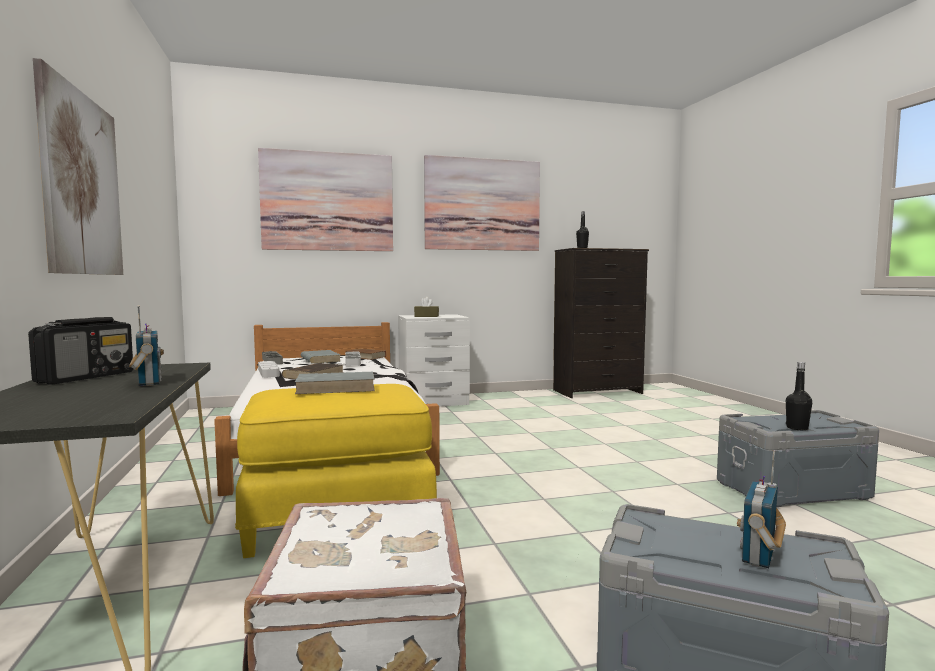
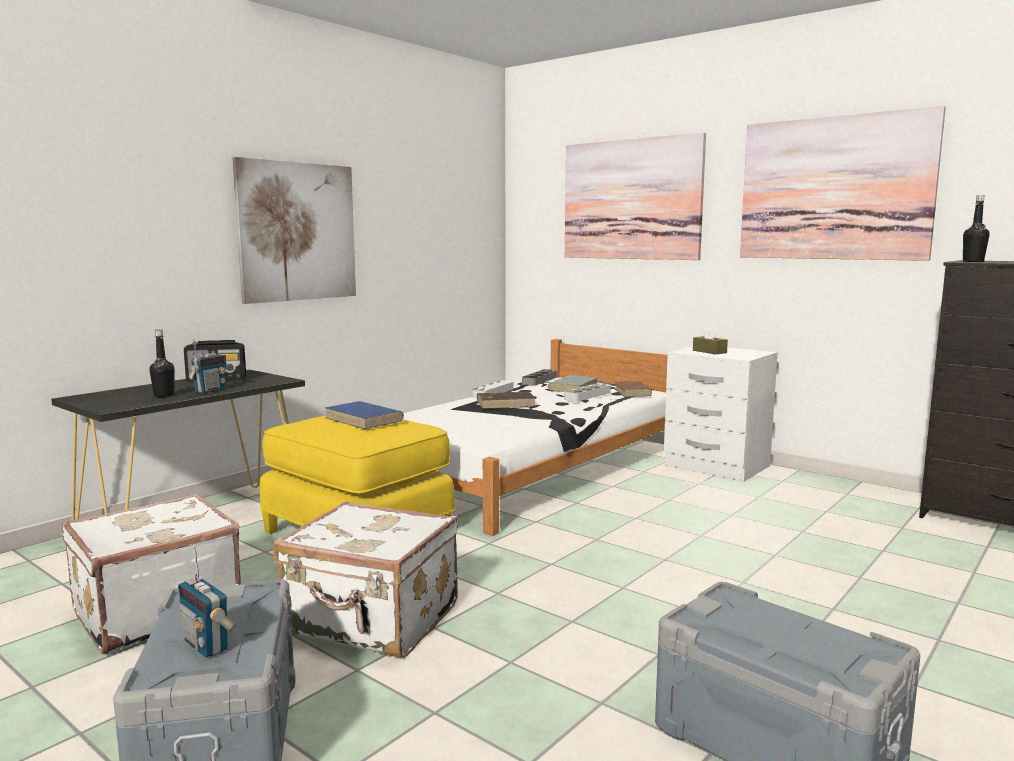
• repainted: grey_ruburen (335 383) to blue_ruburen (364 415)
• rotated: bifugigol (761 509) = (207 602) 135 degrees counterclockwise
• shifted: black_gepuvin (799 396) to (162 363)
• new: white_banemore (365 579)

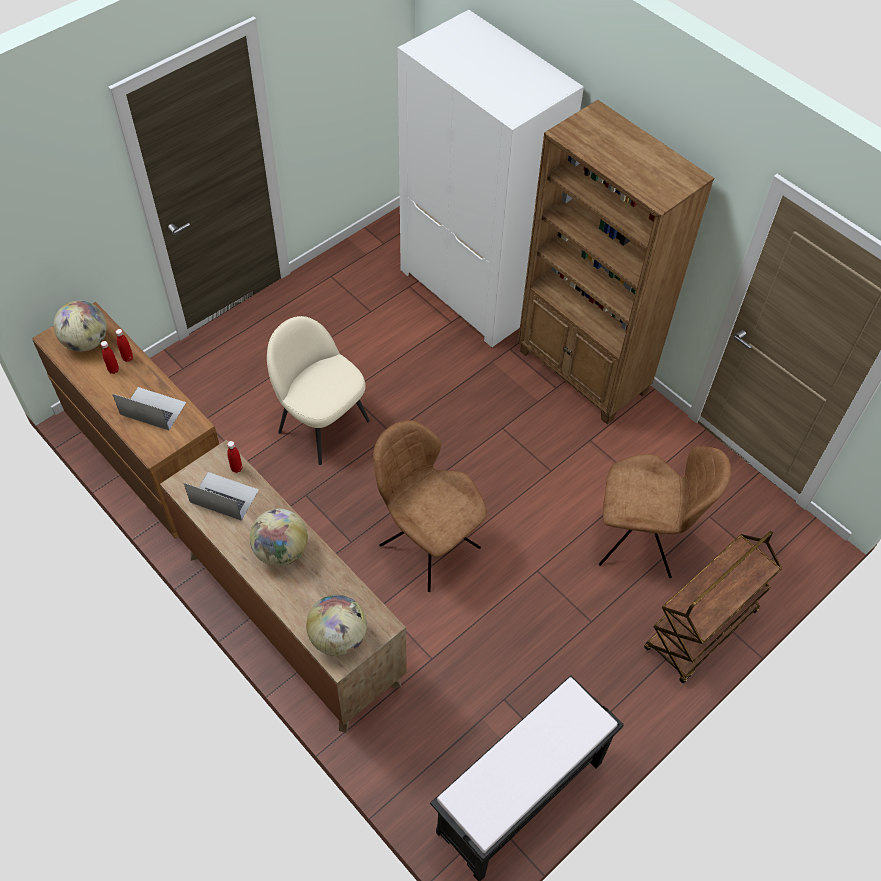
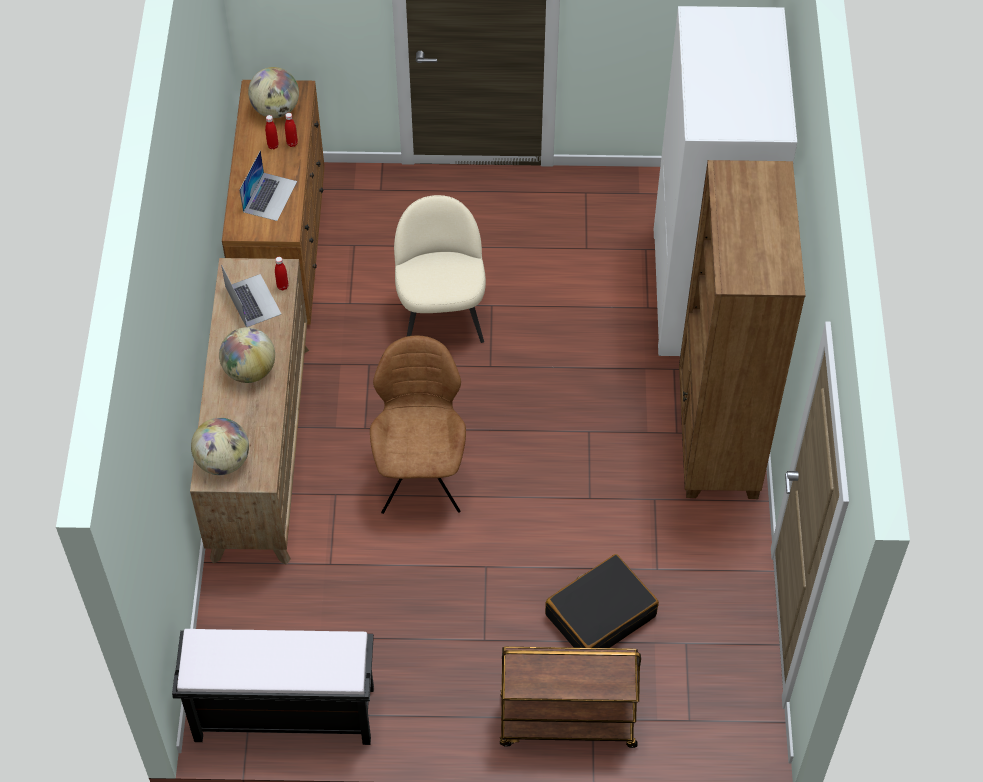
• rotated: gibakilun (149 408) = (268 185) 45 degrees clockwise
• swapped: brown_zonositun (665 512) to black_banemore (602 601)

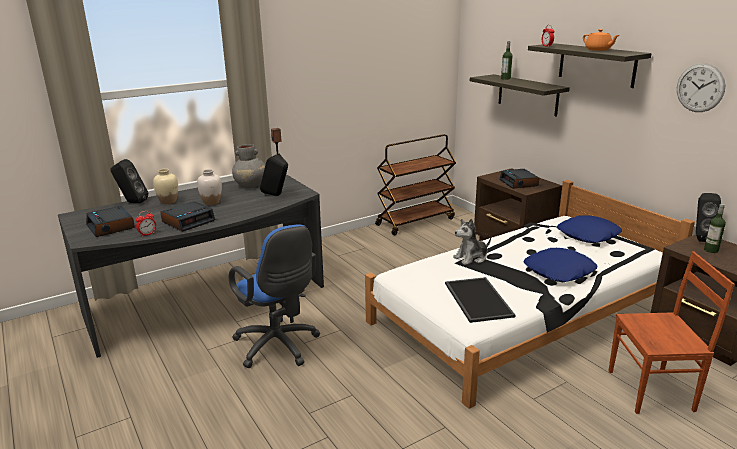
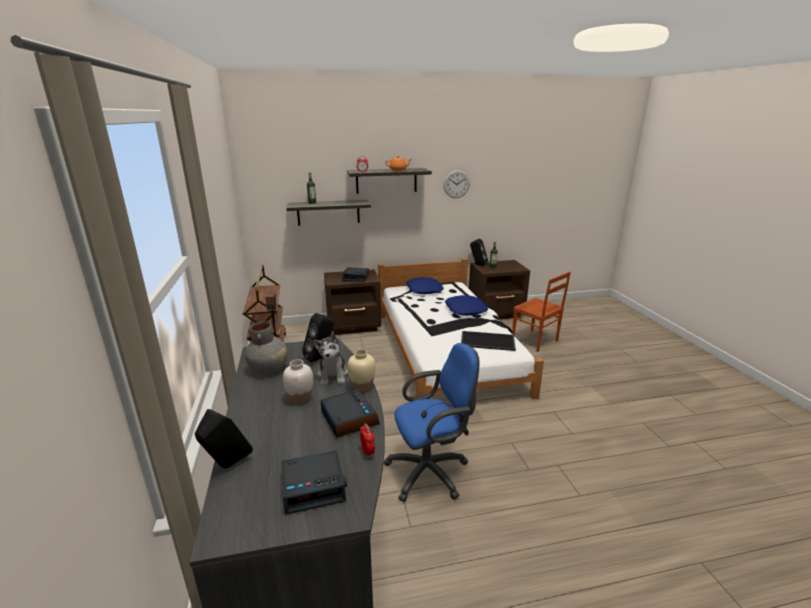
• shifted: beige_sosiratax (165 186) to (361 370)
• shifted: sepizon (472 242) to (330 359)
• rotated: brown_zonositun (671 332) = (541 312) 120 degrees clockwise

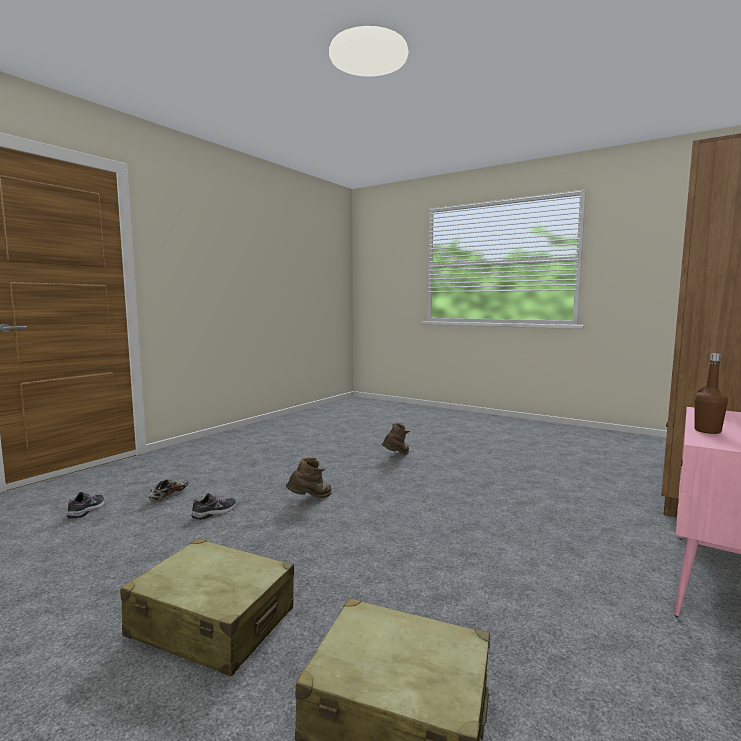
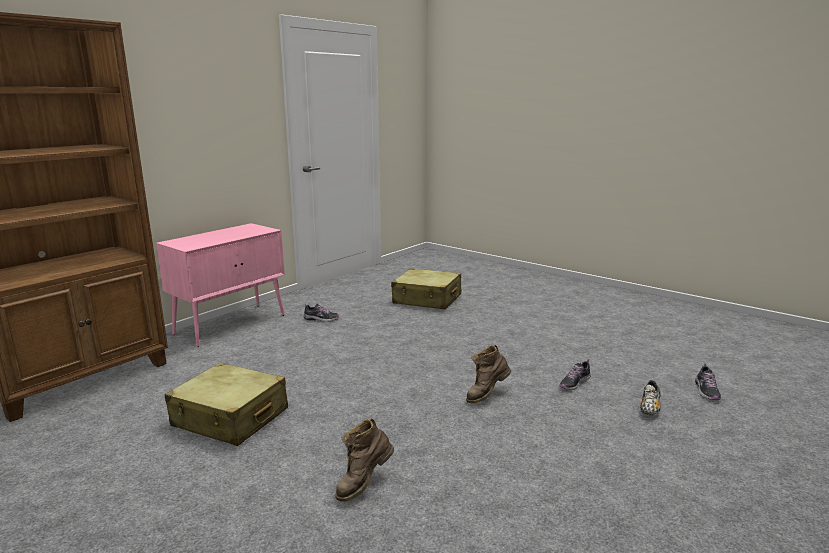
• shifted: beige_banemore (207 607) to (226 404)
• gone: brown_gepuvin (711 393)
• new: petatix (321 313)

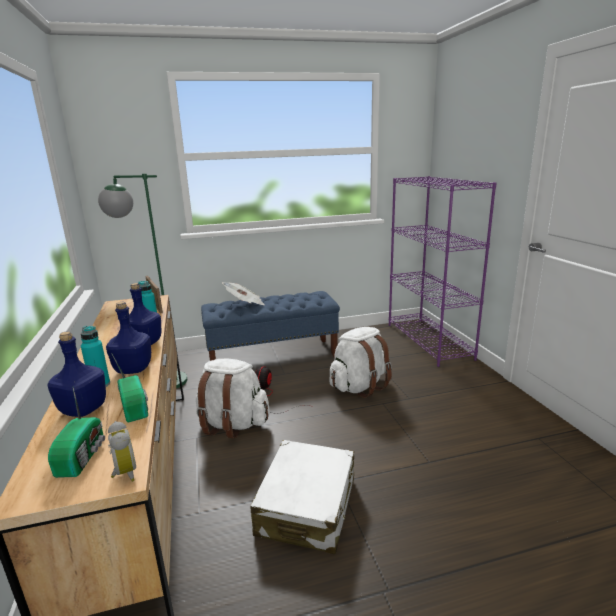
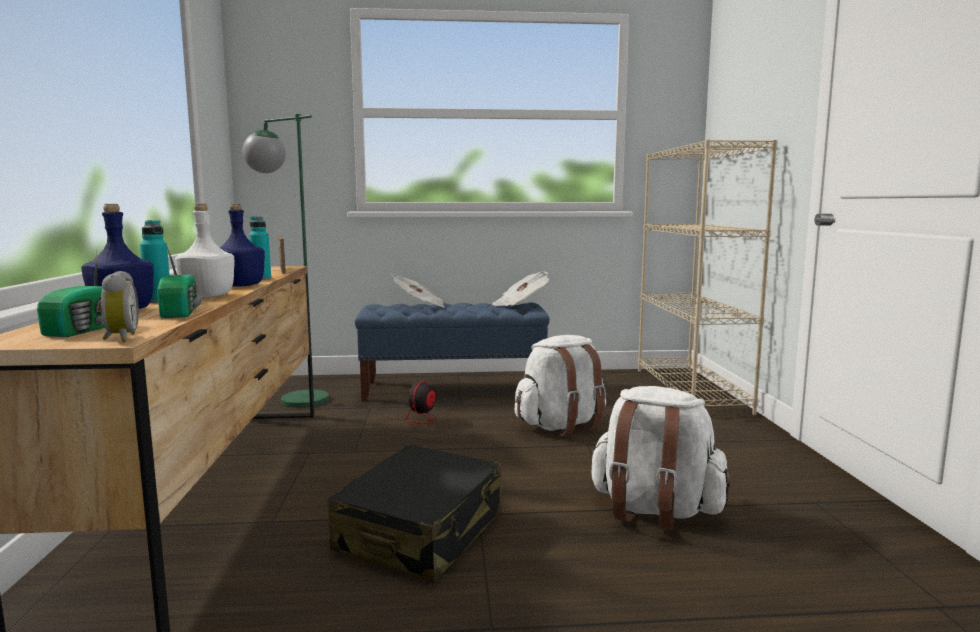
• repainted: blue_gepuvin (128 338) to white_gepuvin (205 250)
• shifted: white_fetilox (233 398) to (659 458)
• repainted: white_banemore (302 497) to black_banemore (414 514)
• repainted: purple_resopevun (443 271) to beige_resopevun (708 277)
• new: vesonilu (520 288)

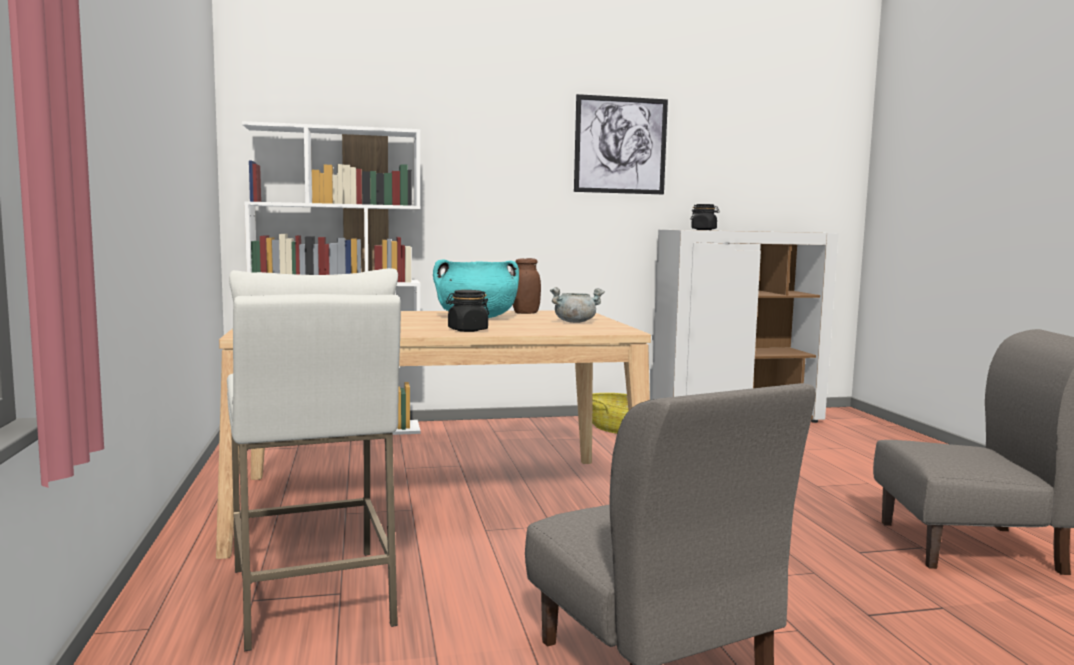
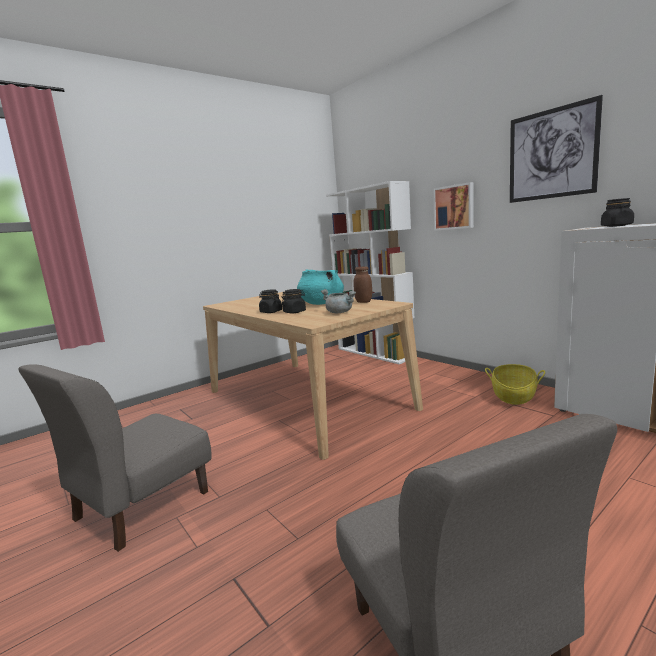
• gone: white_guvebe (314 459)
• new: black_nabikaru (294 301)
• new: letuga (453 206)

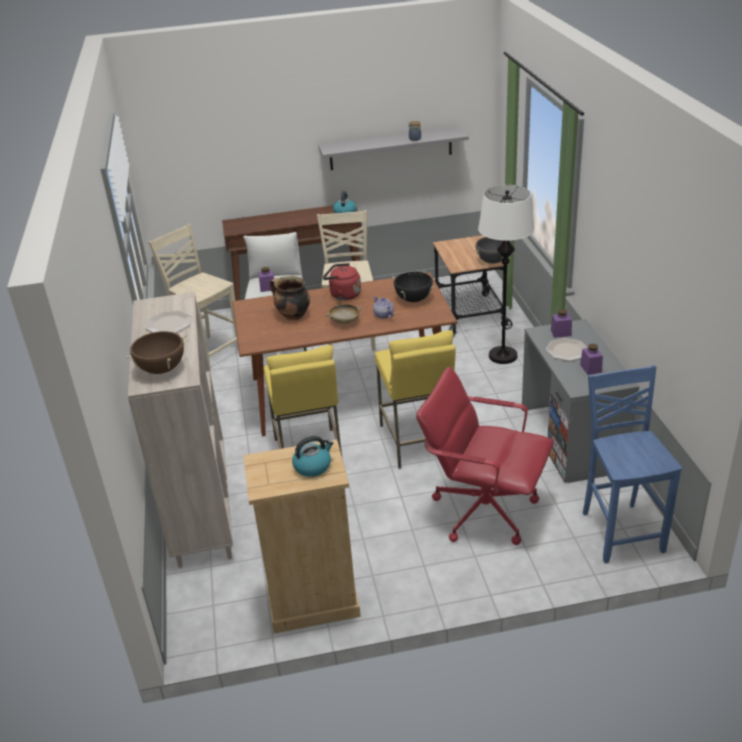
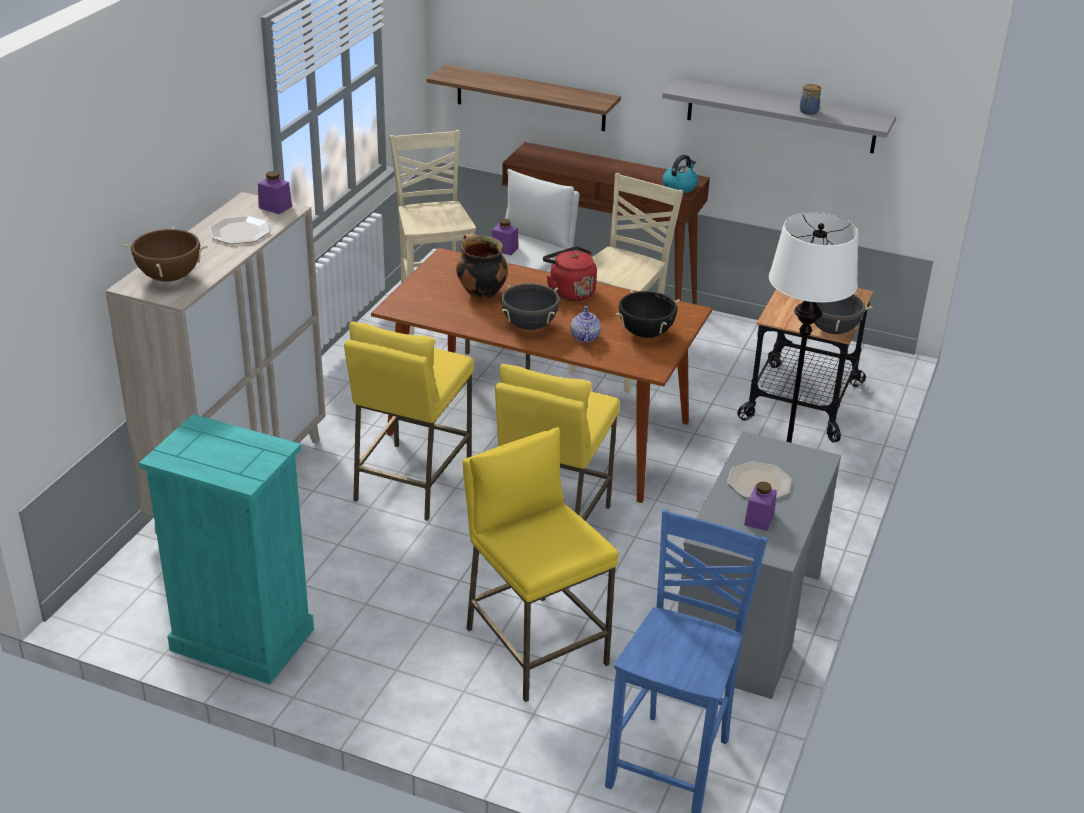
• repainted: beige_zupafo (302 536) to turquoise_zupafo (226 549)
• gone: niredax (312 456)
• swapped: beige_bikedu (344 314) to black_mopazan (530 307)
• swapped: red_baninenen (485 456) to yellow_guvebe (540 564)
• shifted: purple_nabikaru (561 323) to (275 192)
• new: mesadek (524 98)

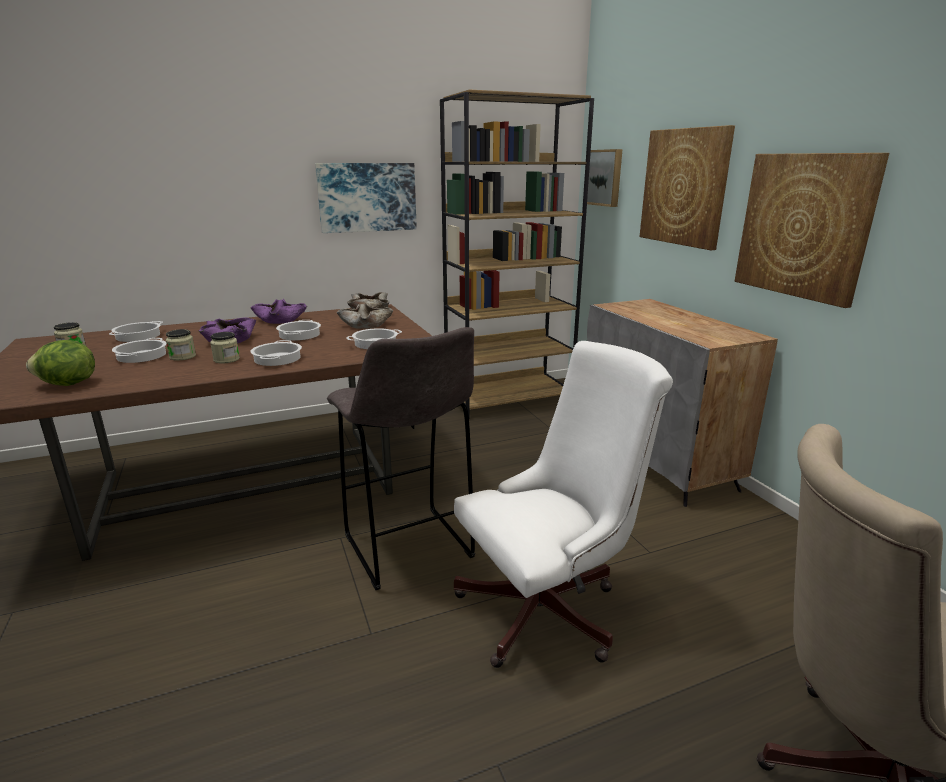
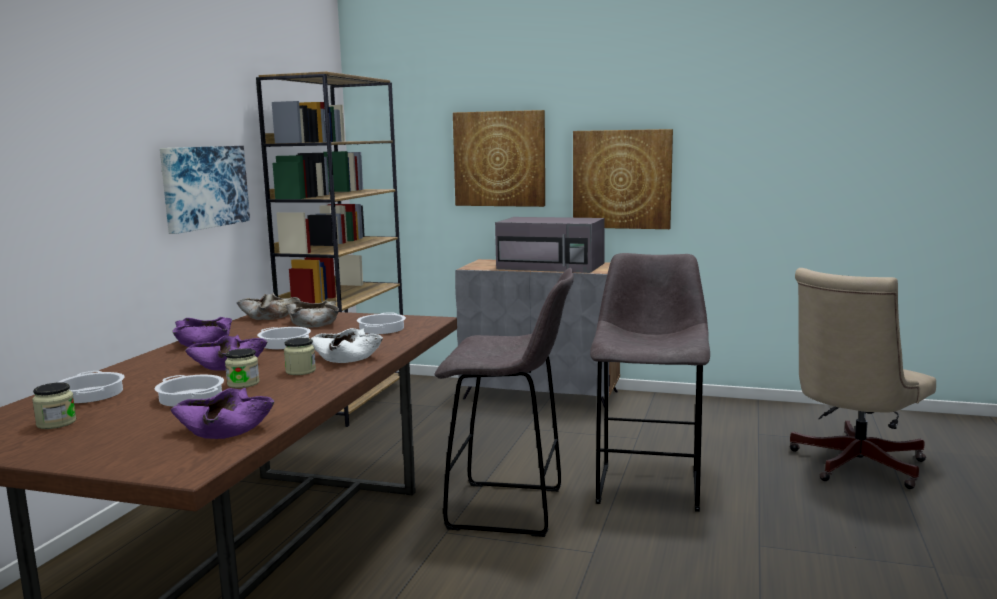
• swapped: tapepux (60 363) to purple_bikedu (222 413)
• swapped: mopazan (276 353) to white_bikedu (346 345)
• swapped: white_baninenen (563 504) to grey_guvebe (650 382)
• gone: letuga (604 178)
• new: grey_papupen (550 245)

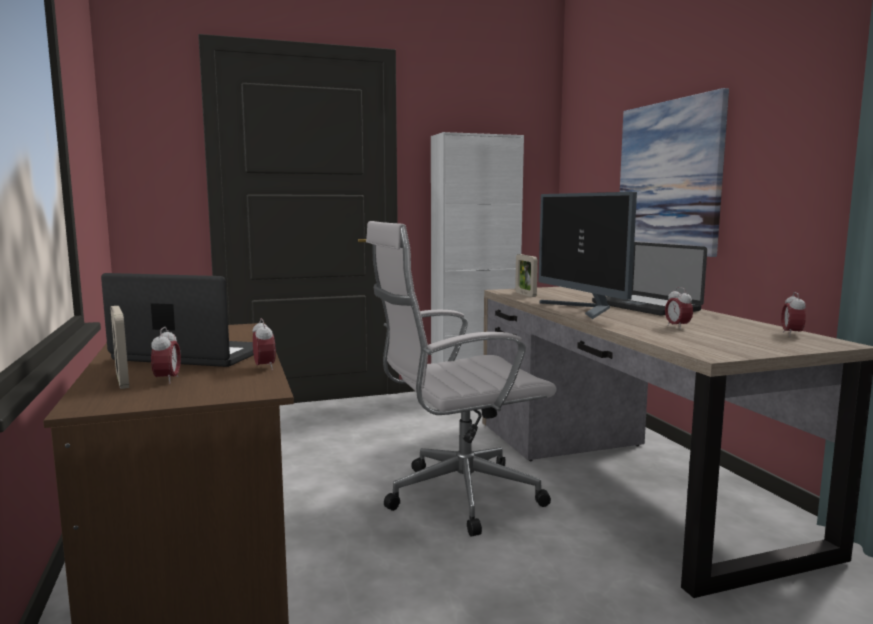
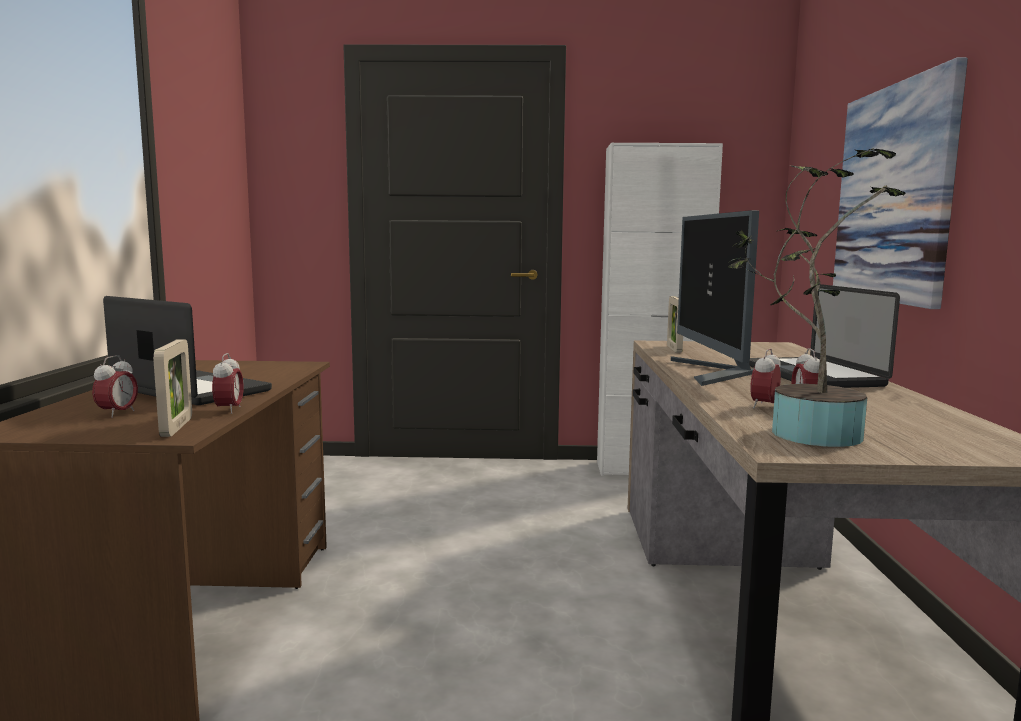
• shifted: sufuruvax (119 347) to (172 388)
• gone: white_baninenen (461 379)
• shifted: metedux (793 314) to (765 378)
• new: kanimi (817 297)

